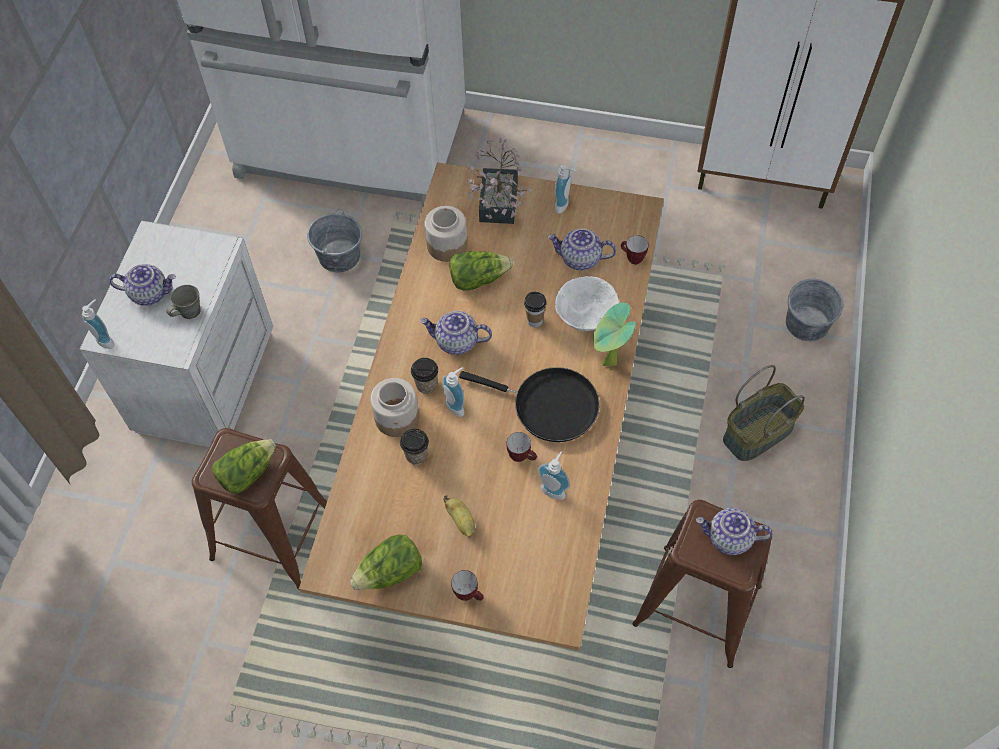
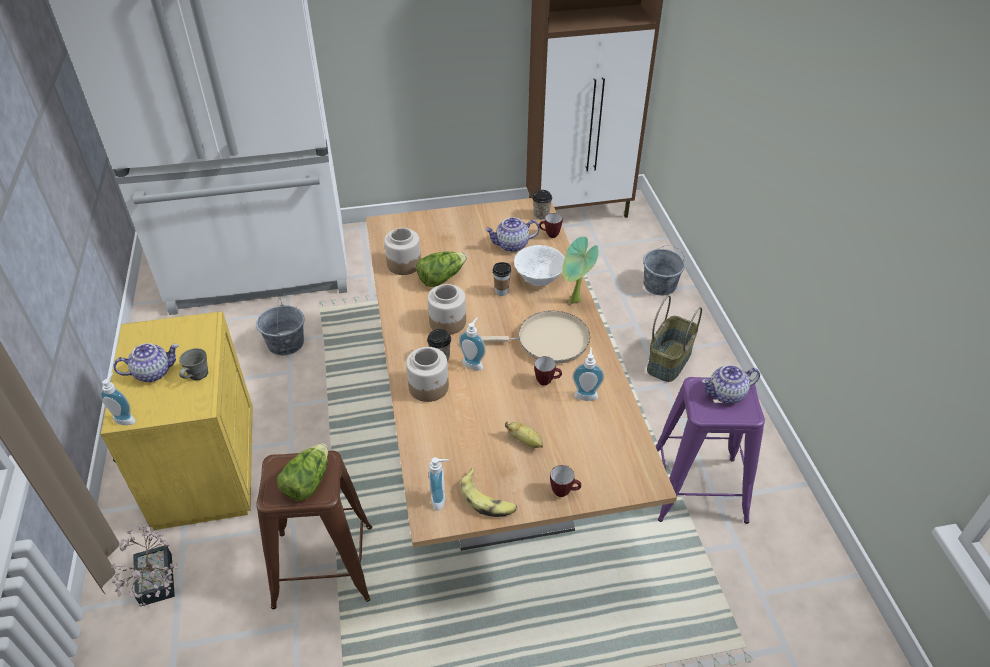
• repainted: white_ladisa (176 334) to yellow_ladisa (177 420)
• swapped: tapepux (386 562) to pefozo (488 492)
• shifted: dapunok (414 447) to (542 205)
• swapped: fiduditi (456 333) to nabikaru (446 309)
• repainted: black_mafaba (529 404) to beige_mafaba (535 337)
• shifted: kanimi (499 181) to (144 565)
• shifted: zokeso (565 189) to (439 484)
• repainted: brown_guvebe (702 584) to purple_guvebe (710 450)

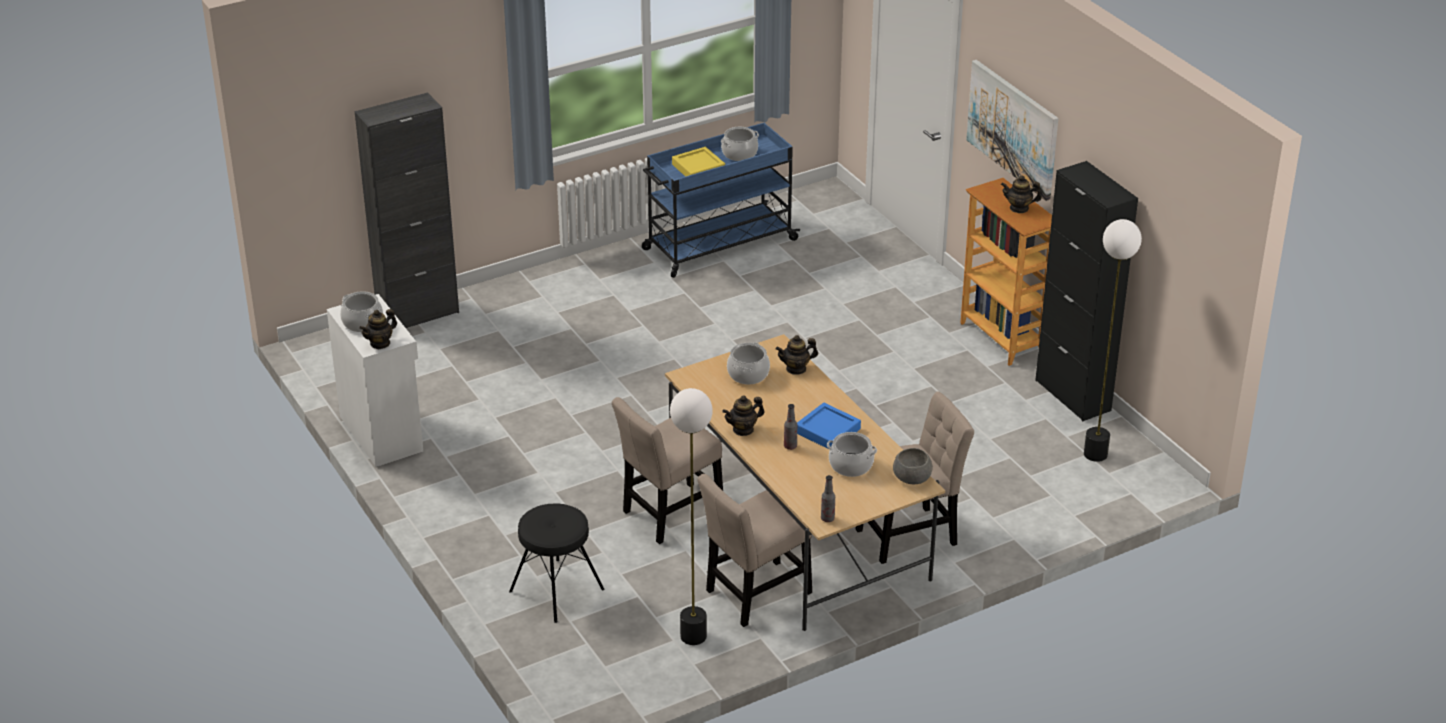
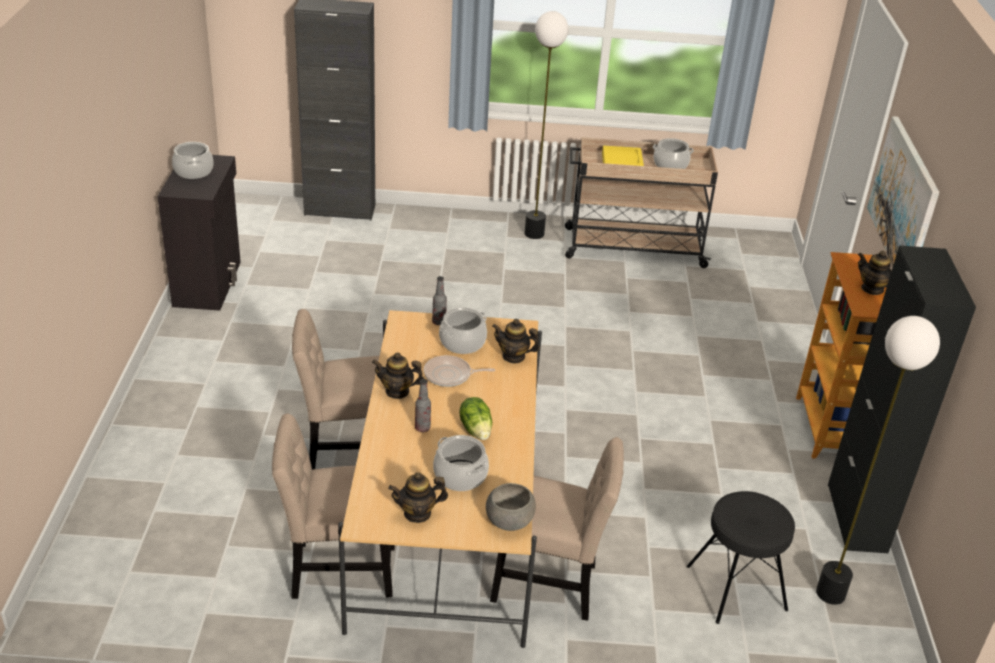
• repainted: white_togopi (375 380) to black_togopi (199 233)
• shifted: fiduditi (378 329) to (418 497)
• shifted: black_guvebe (557 563) to (740 557)
• repainted: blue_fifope (721 200) to beige_fifope (641 202)
• shifted: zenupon (691 516) to (547 125)
• swapped: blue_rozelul (829 426) to tapepux (475 418)
• shifted: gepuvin (828 498) to (439 300)
• new: mafaba (459 371)

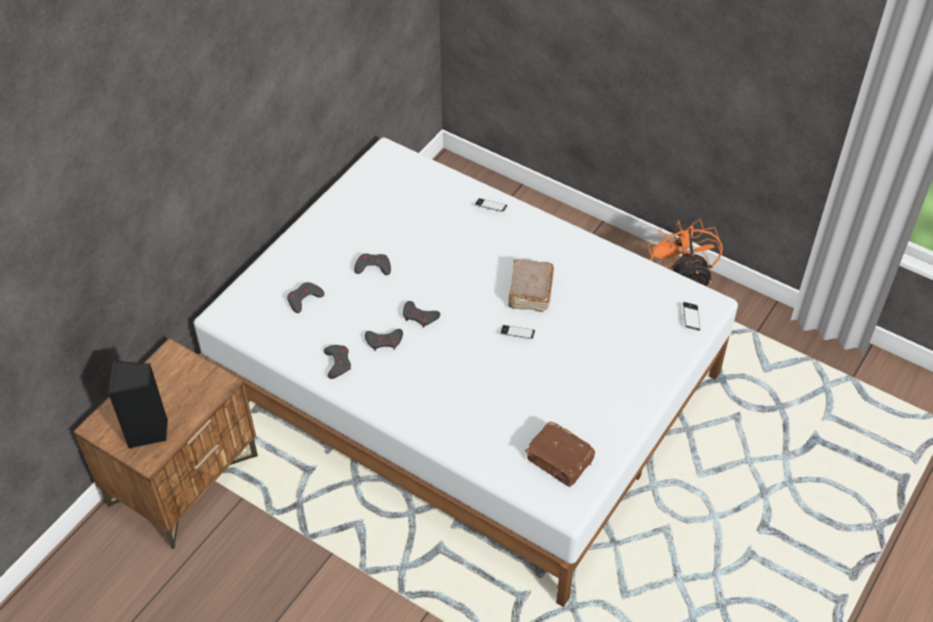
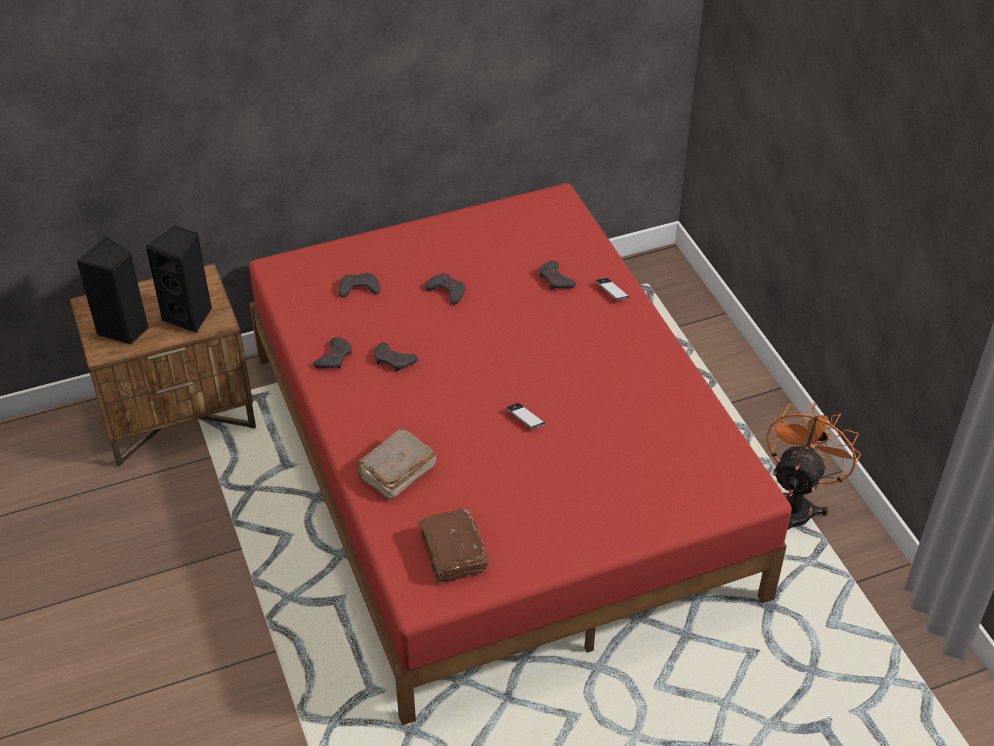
• repainted: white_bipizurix (465 372) to red_bipizurix (520 454)
• shifted: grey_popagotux (421 314) to (557 275)
• shifted: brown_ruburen (531 285) to (396 464)
• gone: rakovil (691 316)
• new: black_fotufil (179 279)

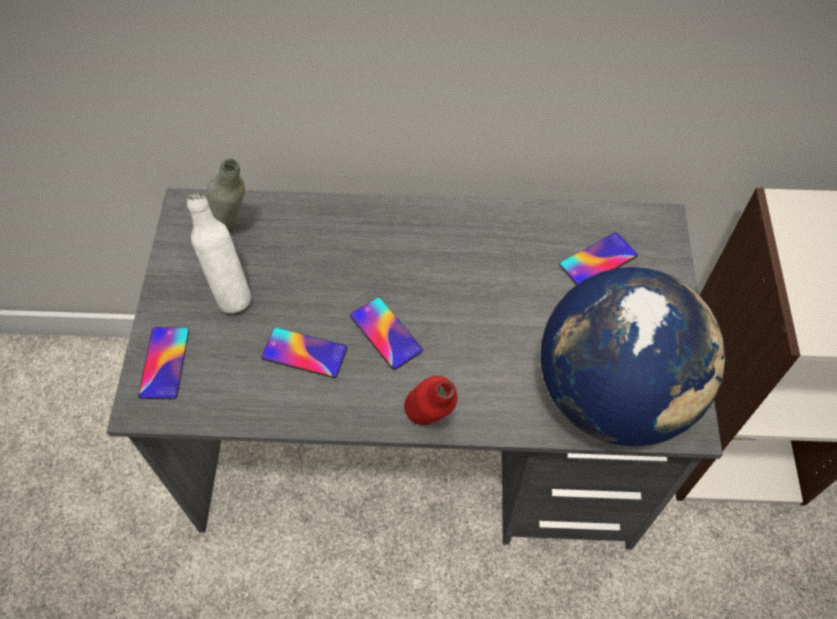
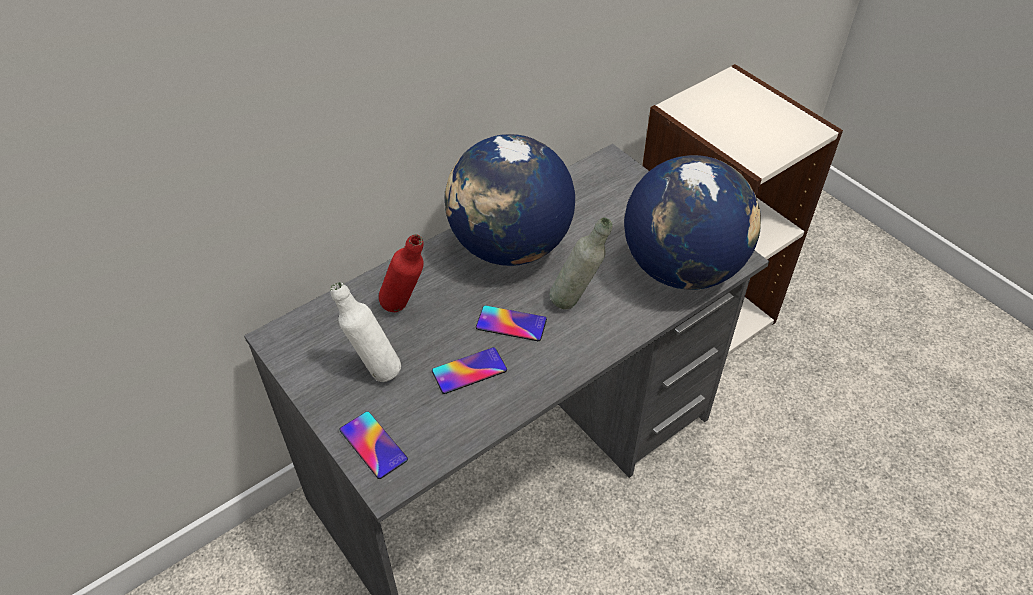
• shifted: grey_gepuvin (225 195) to (581 263)
• shifted: red_gepuvin (431 400) to (401 273)
• gone: rakovil (598 258)
• new: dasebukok (510 200)

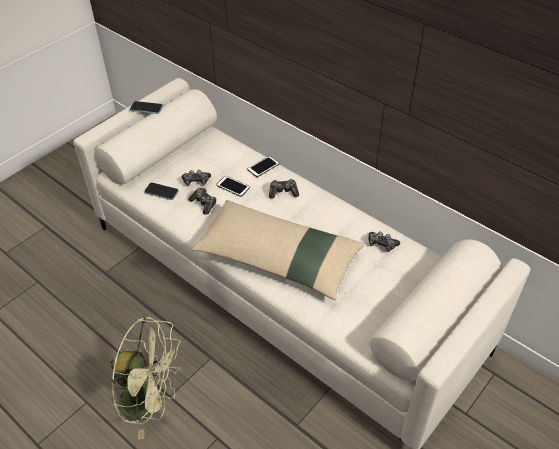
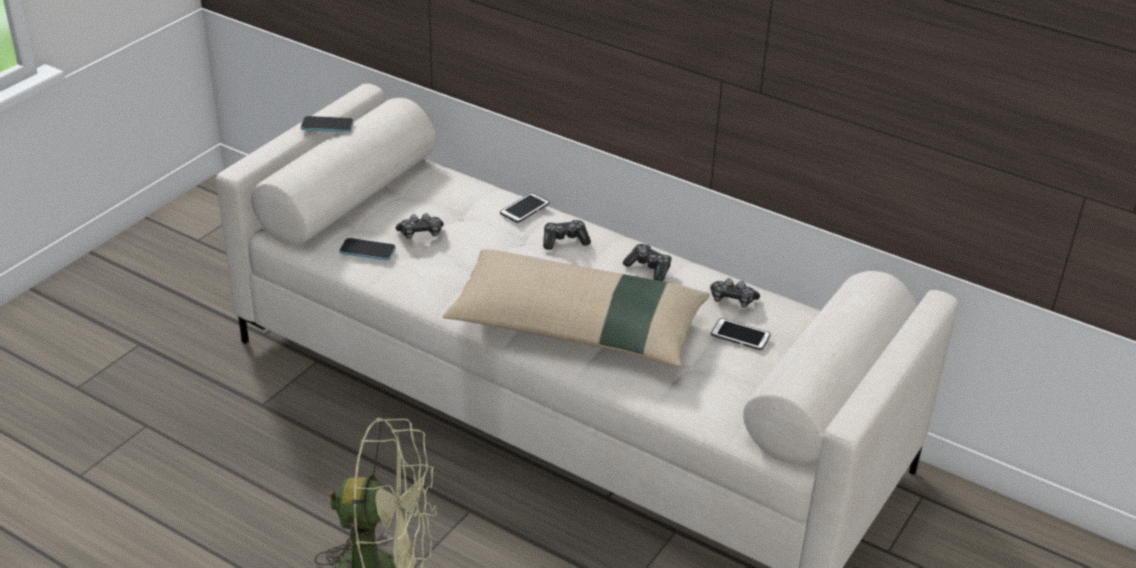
• shifted: popagotux (202 201) to (647 263)
• shifted: rakovil (233 186) to (740 334)

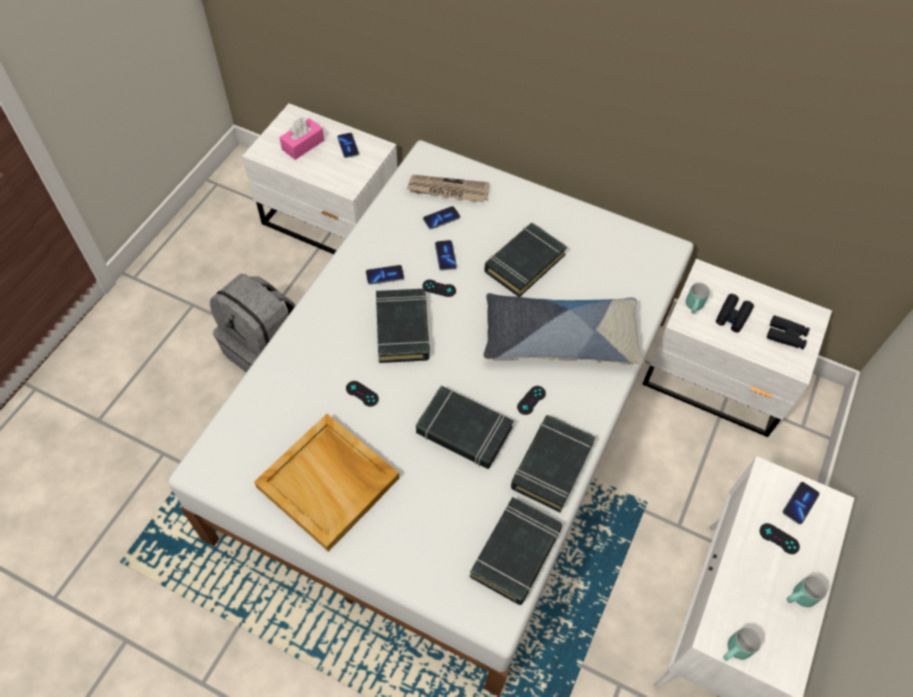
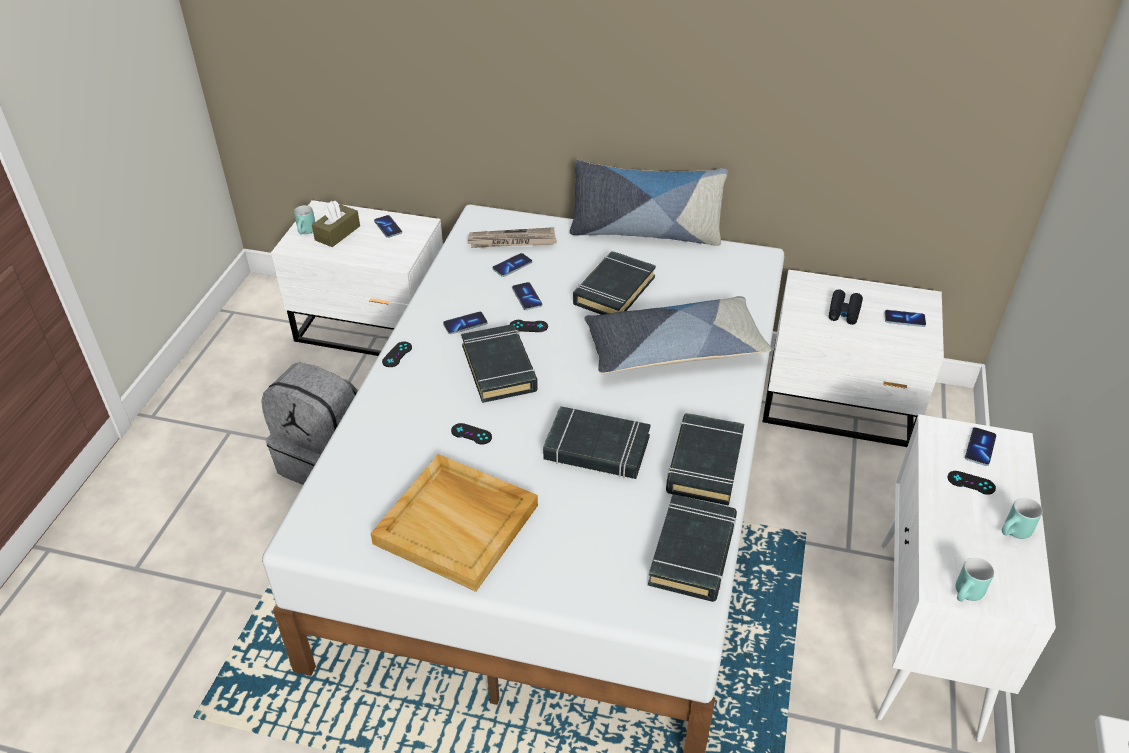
• repainted: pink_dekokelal (301 138) to brown_dekokelal (336 224)
• shifted: black_popagotux (531 400) to (397 354)
• shifted: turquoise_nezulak (698 298) to (304 219)
• swapped: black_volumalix (788 332) to rakovil (905 318)
• new: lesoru (649 203)

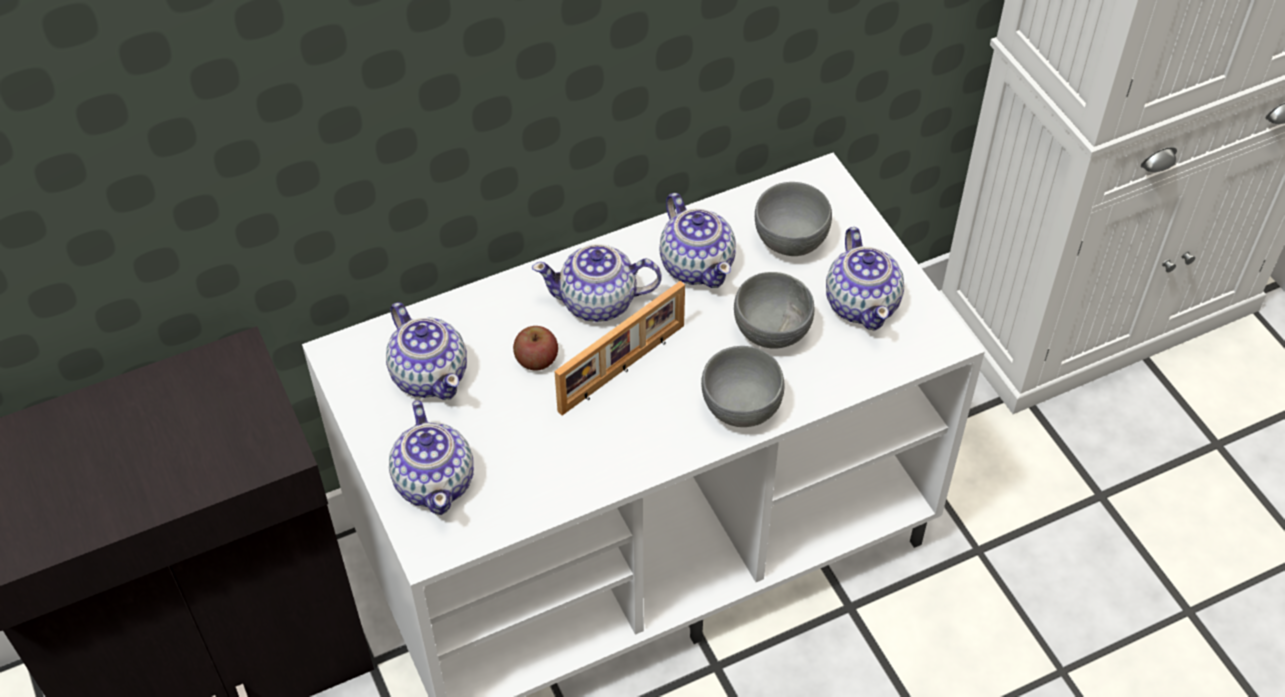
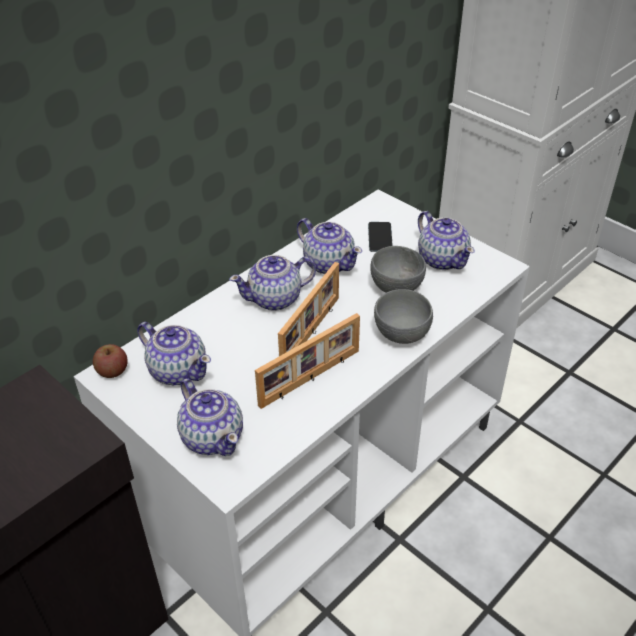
• shifted: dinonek (535 348) to (110 361)
• swapped: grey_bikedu (793 219) to rakovil (380 237)
• new: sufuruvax (307 361)

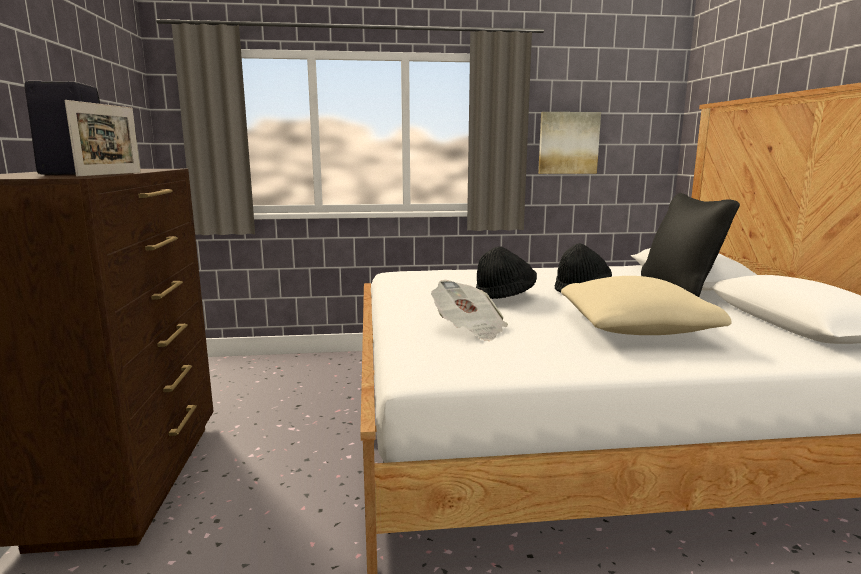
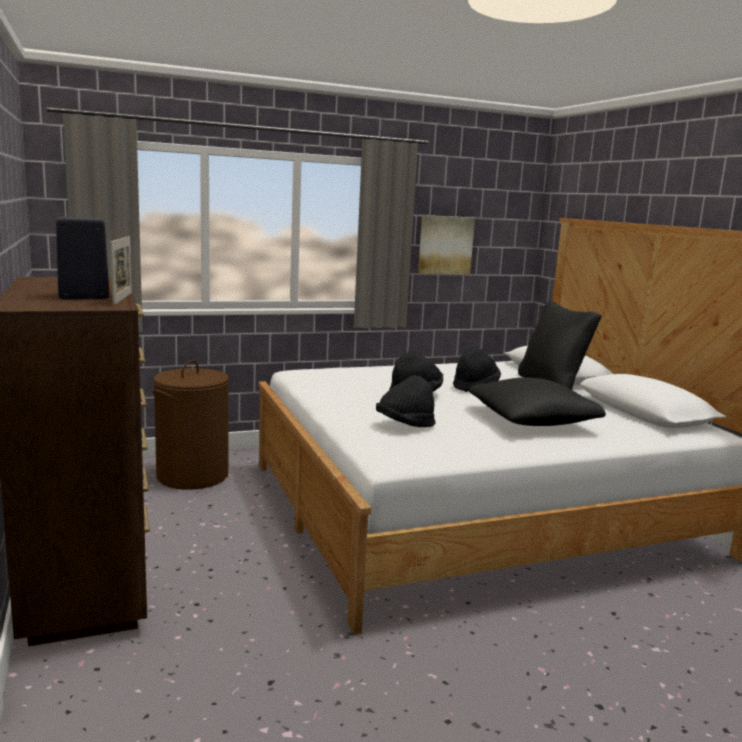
• swapped: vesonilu (469 310) to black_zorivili (405 401)
• repainted: beige_lesoru (646 305) to black_lesoru (537 401)
• new: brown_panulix (191 425)

